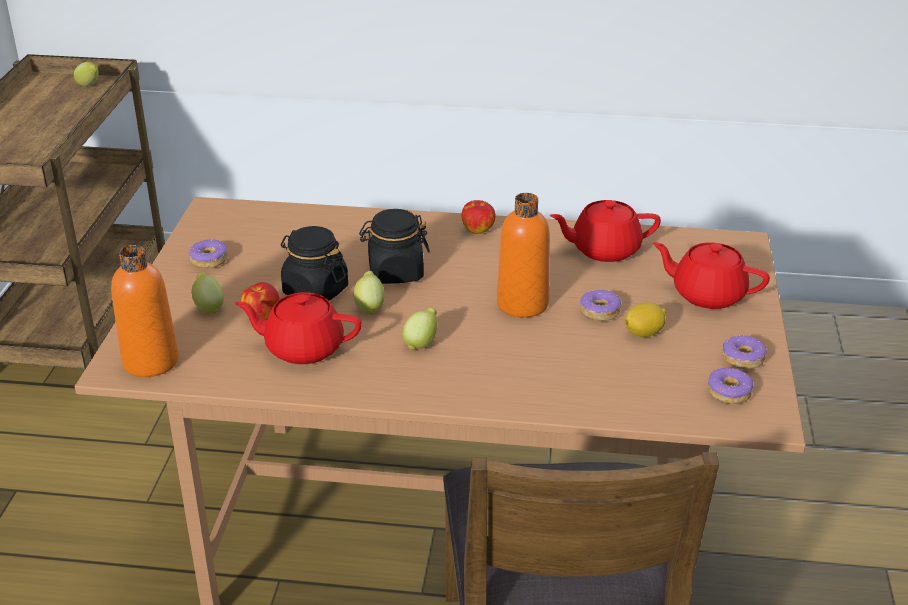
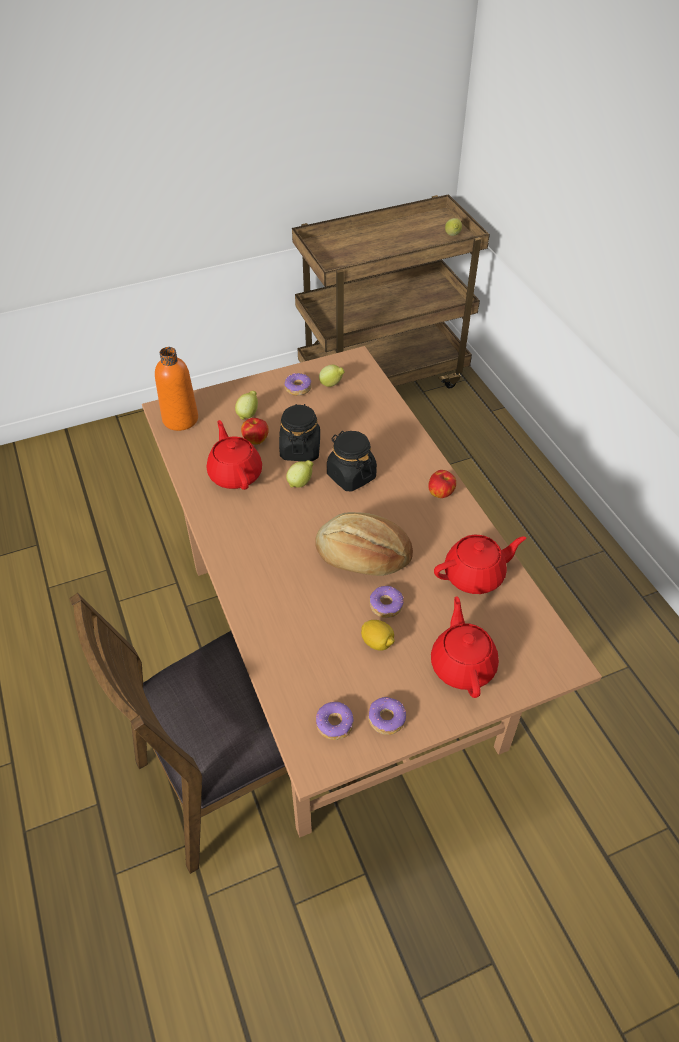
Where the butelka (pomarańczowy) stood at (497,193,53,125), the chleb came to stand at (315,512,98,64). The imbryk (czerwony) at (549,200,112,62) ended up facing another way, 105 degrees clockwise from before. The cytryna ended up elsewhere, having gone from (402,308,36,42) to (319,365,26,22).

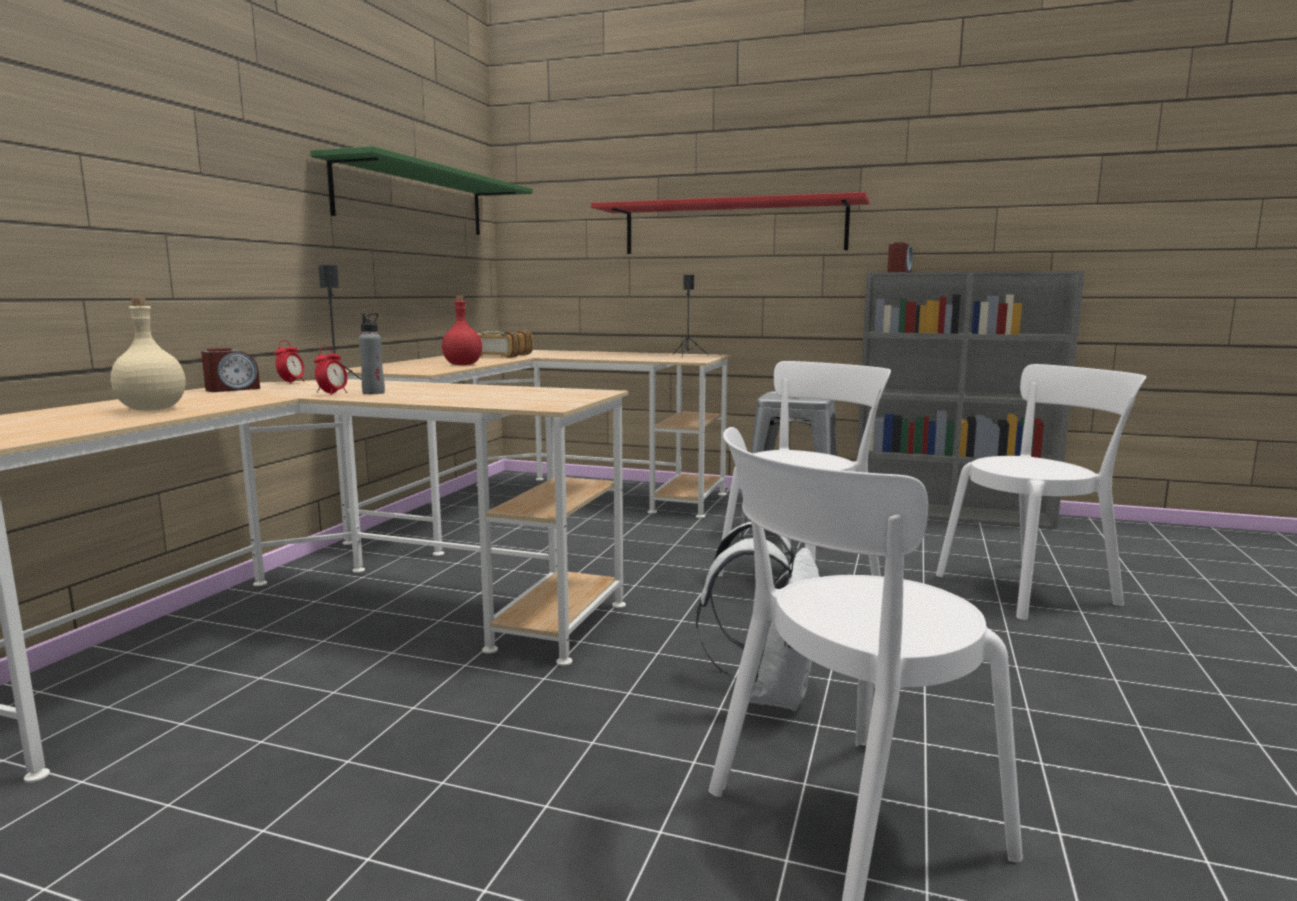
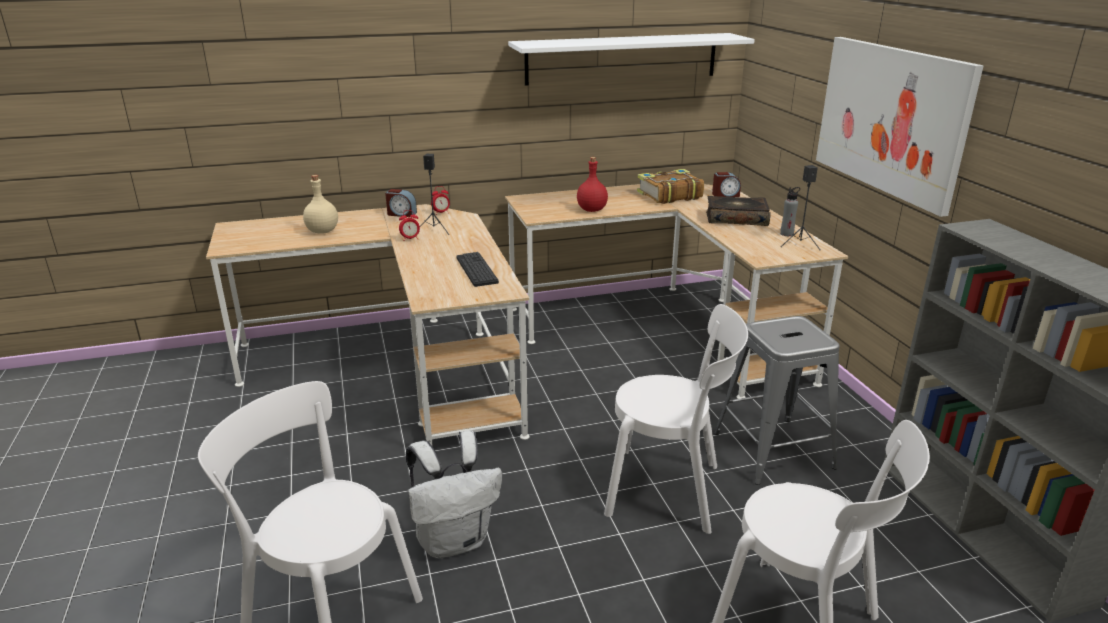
What was the półka (zielony) at (311,146,222,89) turned into the półka (biały) at (508,33,247,53). Where the półka (czerwony) hung at (591,192,279,62), the obraz came to hang at (816,37,168,180). The budzik ended up elsewhere, having gone from (887,242,26,30) to (712,172,29,25). The butelka (szary) ended up elsewhere, having gone from (359,313,26,81) to (780,187,20,49). The second view gained the książka at (706,196,65,30). The second view gained the klawiatura at (456,252,43,35).

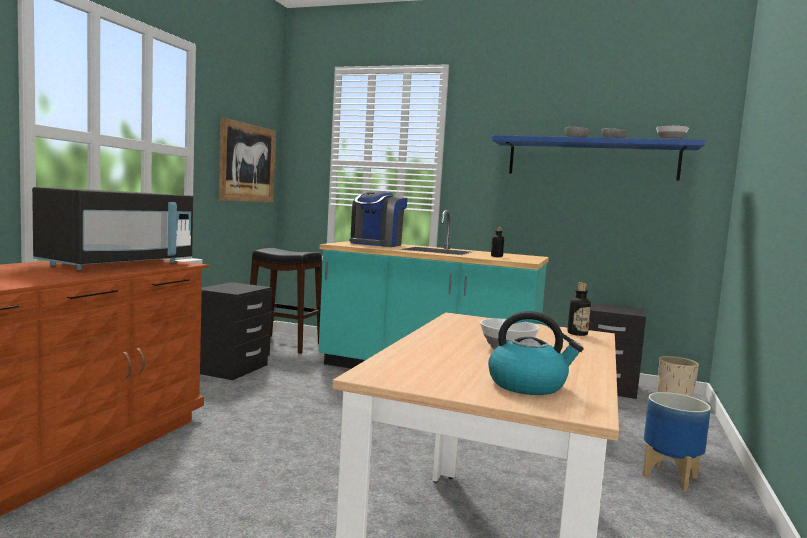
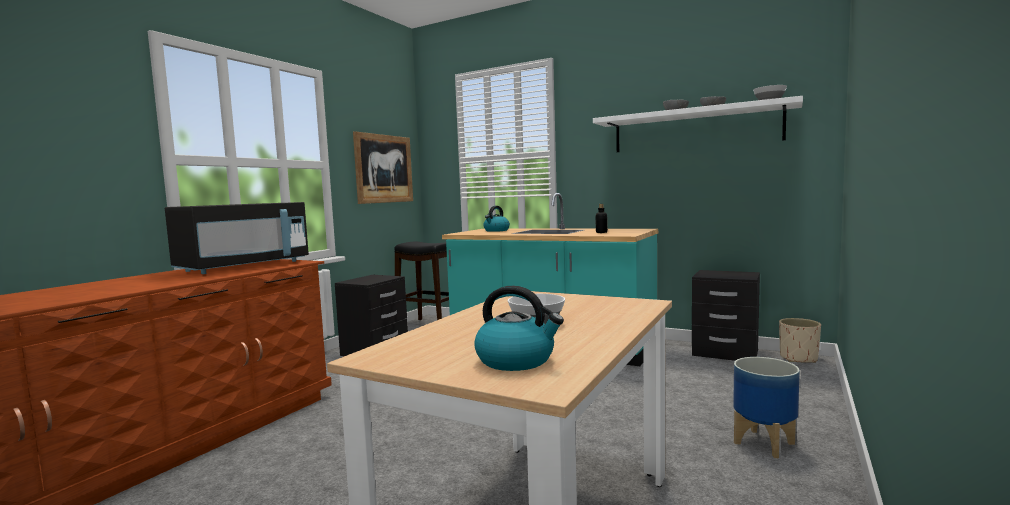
What was the półka (niebieski) at (492,135,213,46) turned into the półka (biały) at (593,96,210,56). Where the ekspres do kawy stood at (349,191,59,56), the czajnik came to stand at (483,206,27,26). The second view lost the butelka at (567,282,24,54).

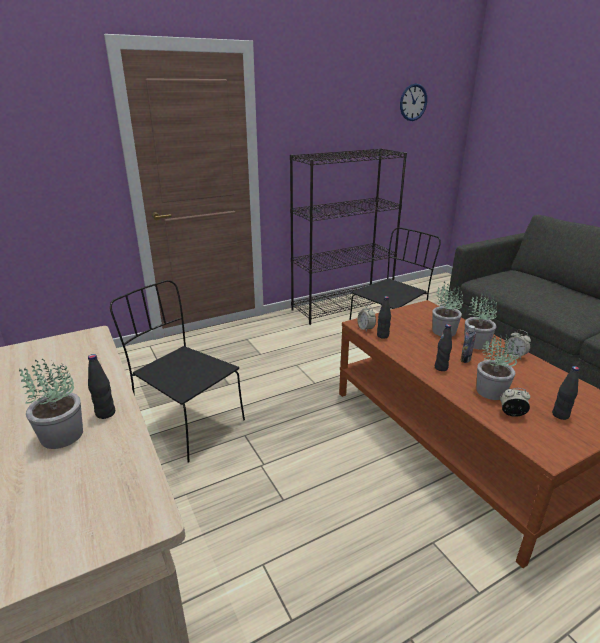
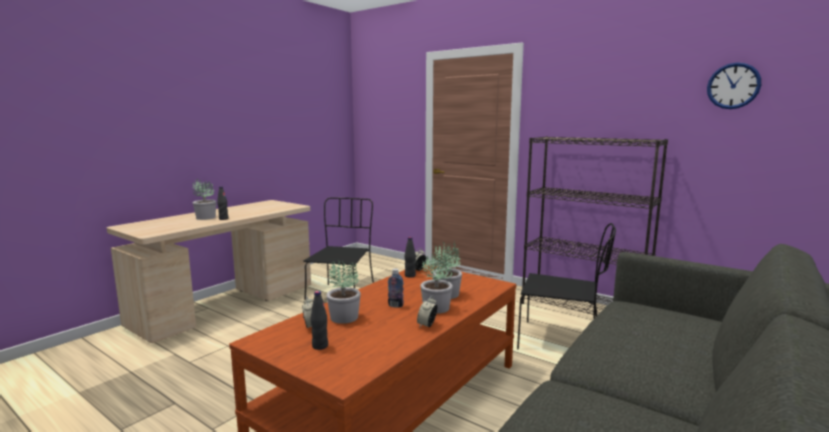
The second view lost the butelka (czarny) at (435,324,17,47).

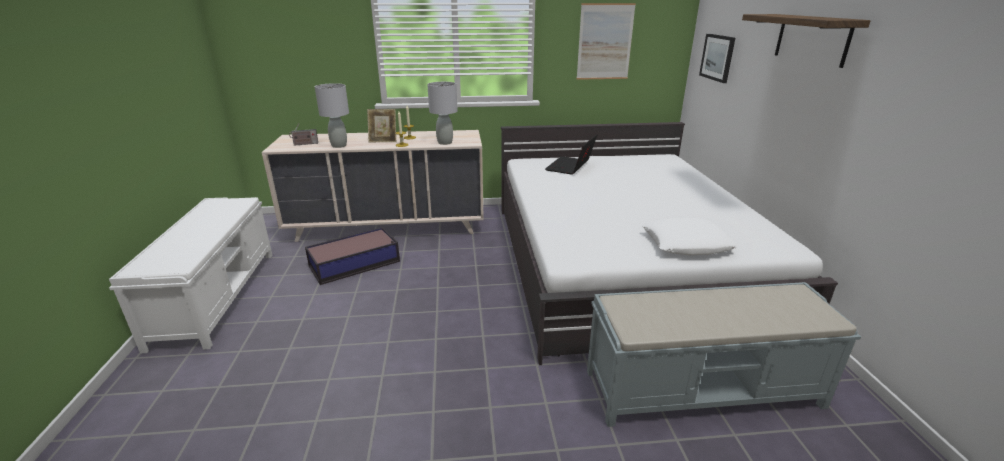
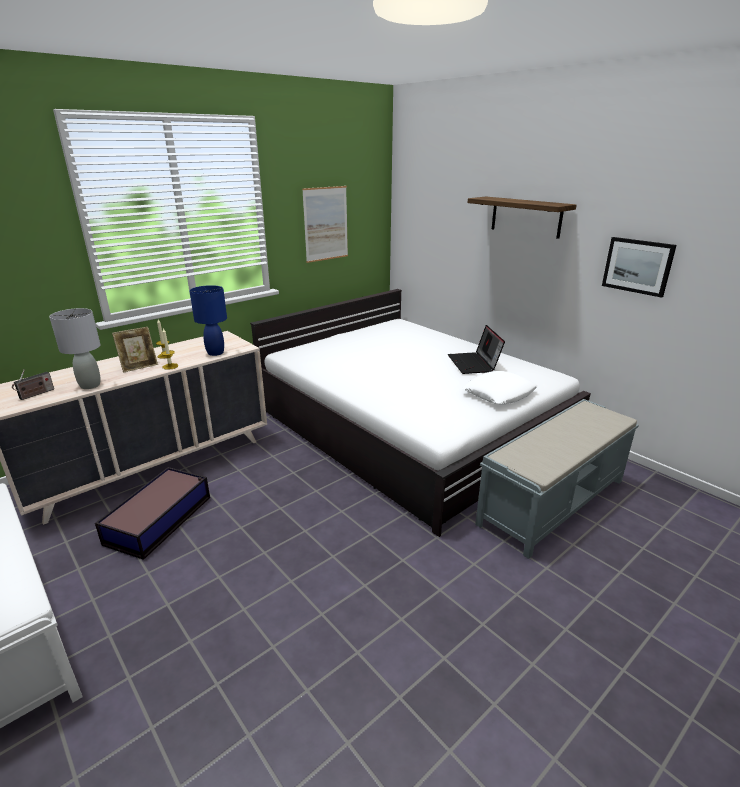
The obraz ended up elsewhere, having gone from (699,34,36,49) to (602,237,75,61). What was the lampa stołowa (szary) at (427,82,31,63) turned into the lampa stołowa (niebieski) at (190,285,37,71). The laptop ended up elsewhere, having gone from (545,134,53,41) to (448,325,57,49).

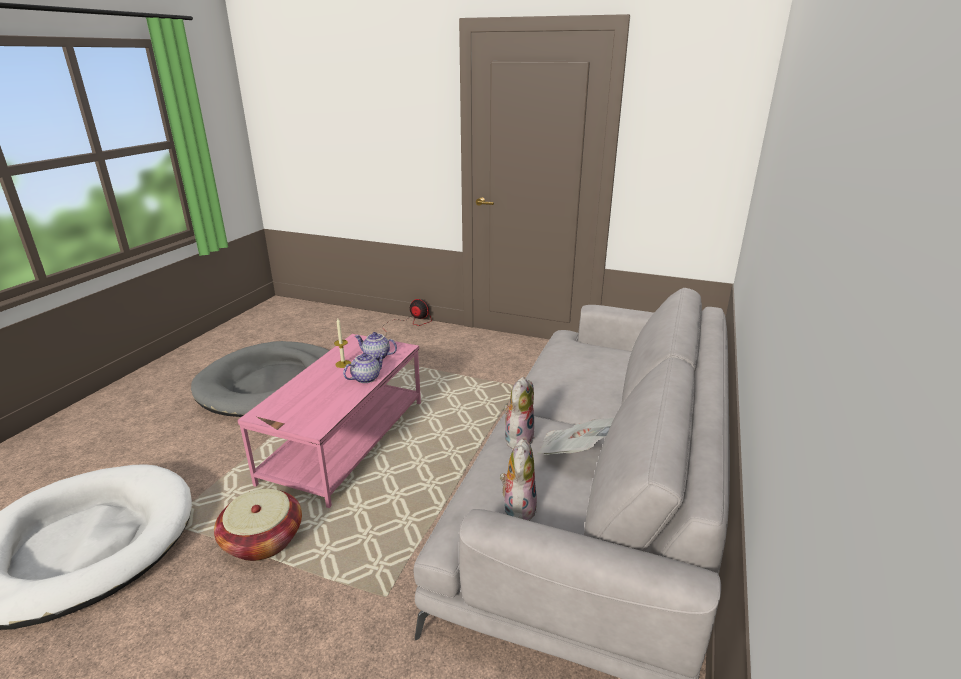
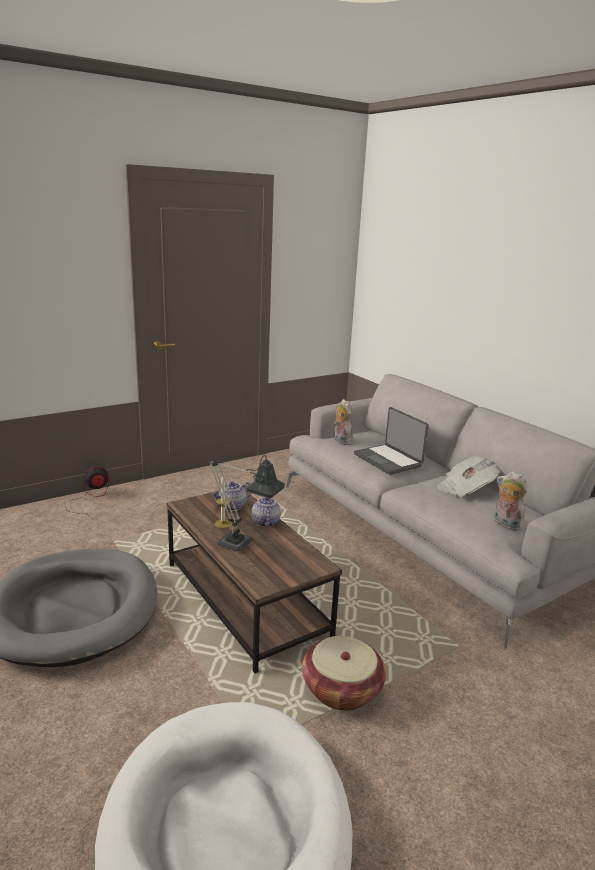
What was the ława (różowy) at (237,334,184,174) turned into the ława (brązowy) at (166,491,176,182). The pluszak ended up elsewhere, having gone from (504,377,31,72) to (334,399,19,46). The second view gained the laptop at (354,407,75,68). The second view gained the lampa stołowa at (208,455,77,97).

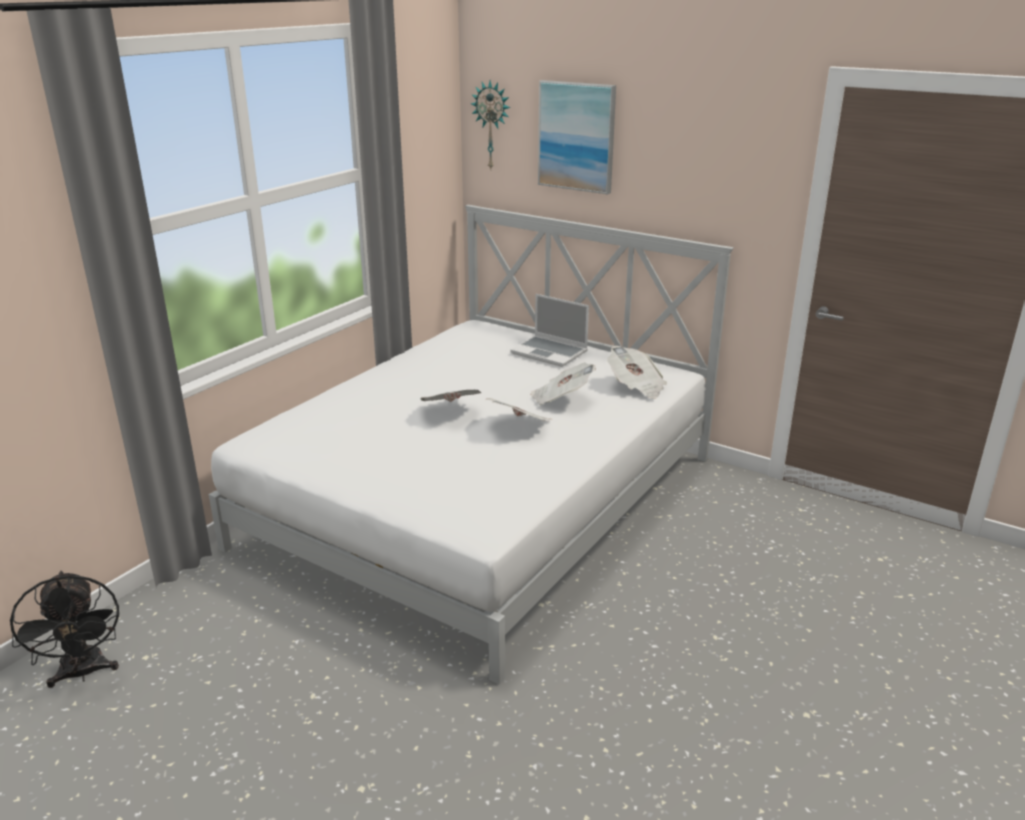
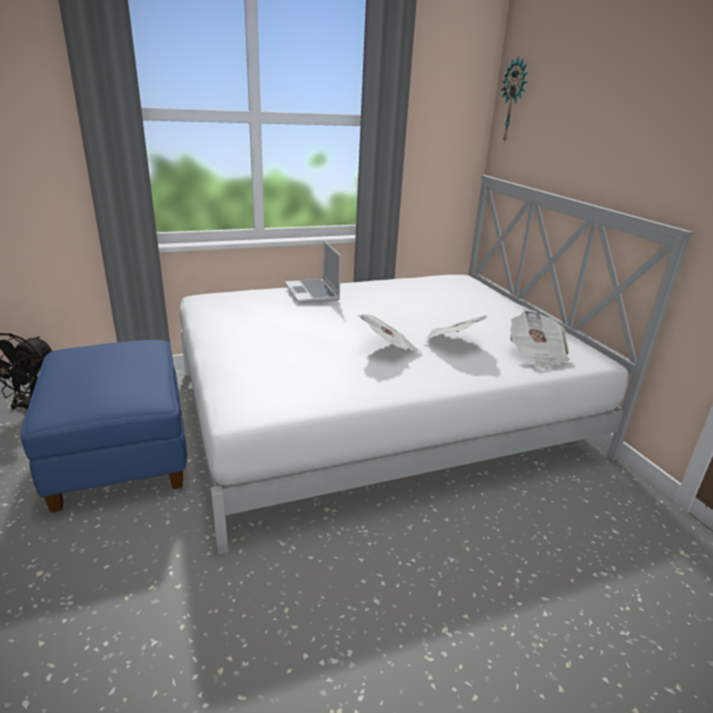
The second view lost the obraz at (538,80,78,114). The laptop ended up elsewhere, having gone from (510,294,79,73) to (285,240,56,63). The second view lost the gazeta at (421,390,60,12). The second view gained the pufa (niebieski) at (20,340,167,173).

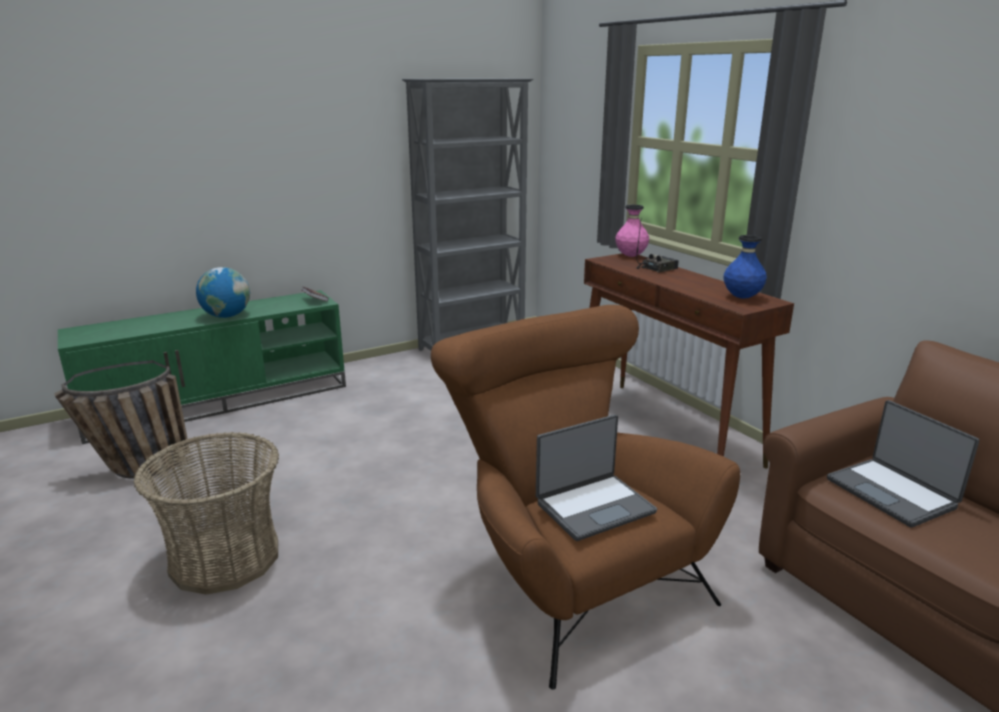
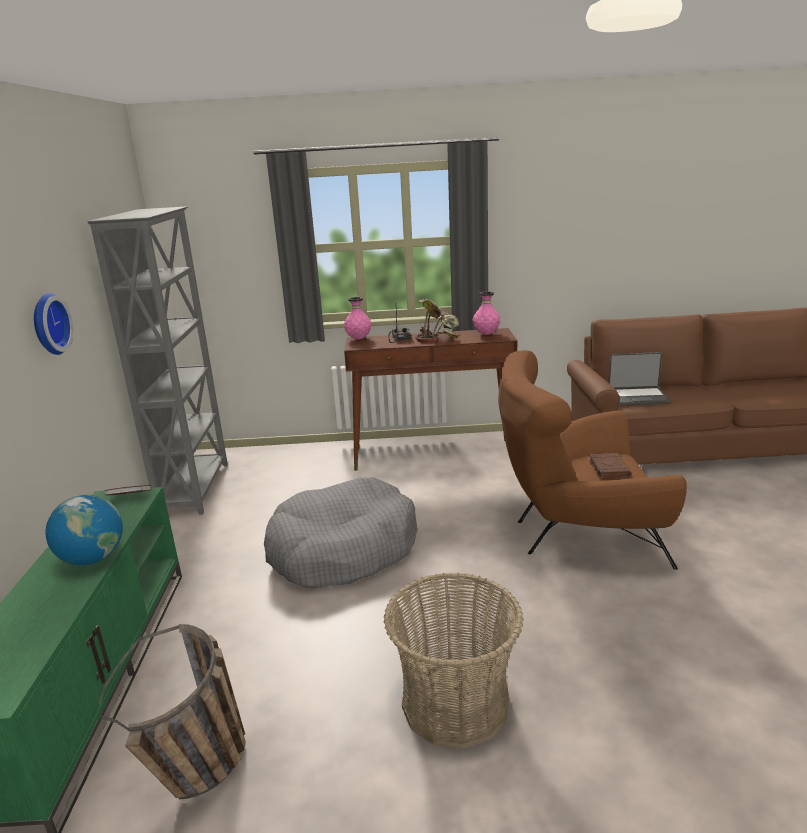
What was the wazon (niebieski) at (724,235,43,64) turned into the wazon (różowy) at (473,291,28,44). Where the laptop stood at (536,415,121,126), the książka (brązowy) came to stand at (589,453,42,26). The second view gained the zegar ścienny at (34,293,39,62). The second view gained the roślina doniczkowa at (416,299,43,44). The second view gained the legowisko (szary) at (264,478,154,110).

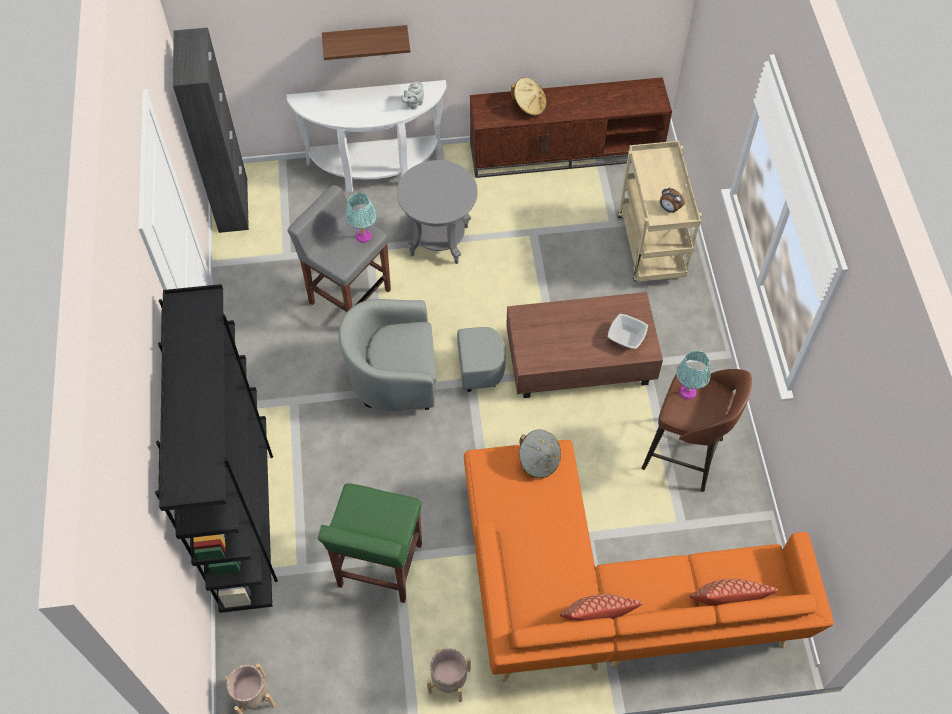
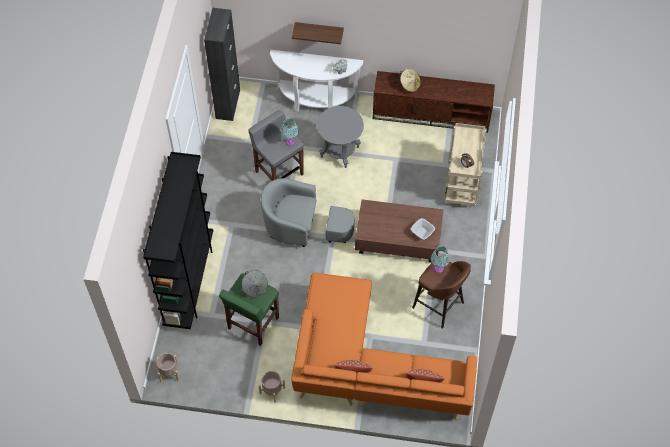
The kapelusz (szary) ended up elsewhere, having gone from (519,429,42,49) to (242,270,26,28).

